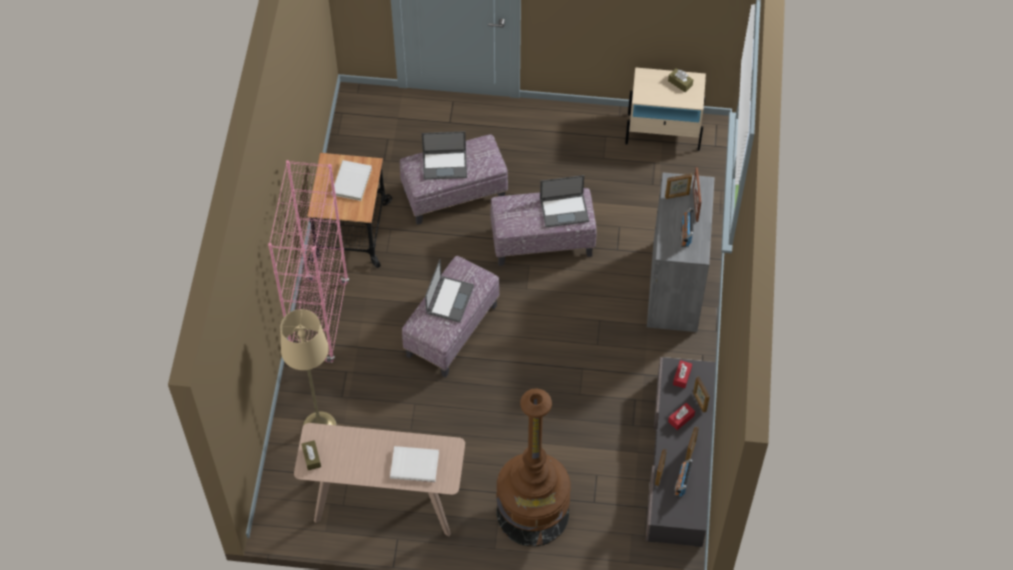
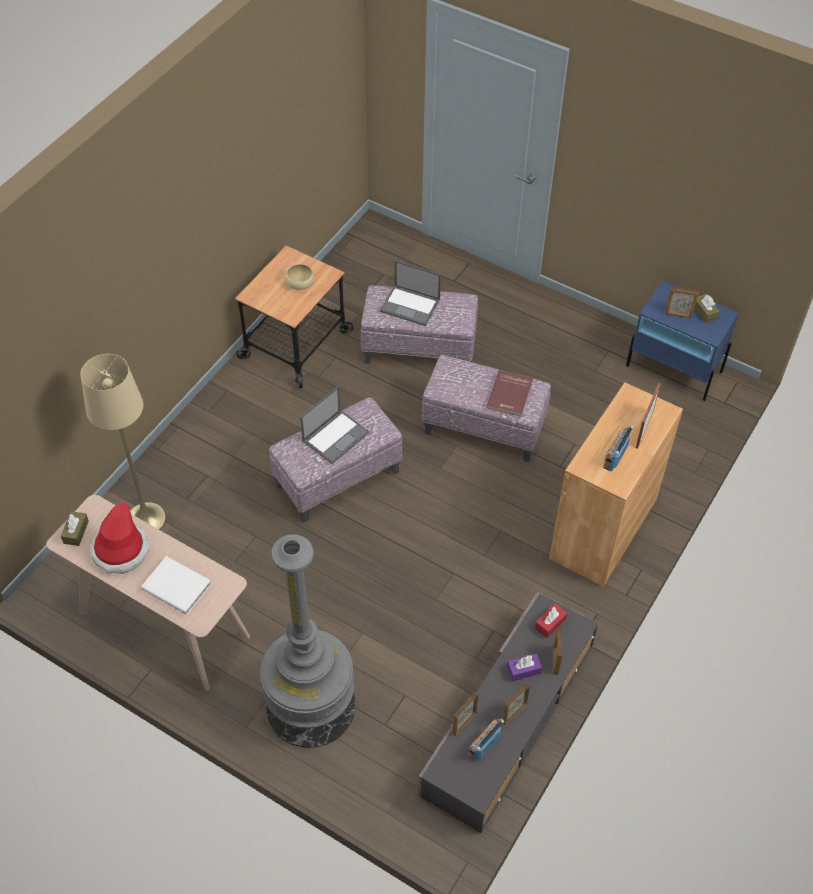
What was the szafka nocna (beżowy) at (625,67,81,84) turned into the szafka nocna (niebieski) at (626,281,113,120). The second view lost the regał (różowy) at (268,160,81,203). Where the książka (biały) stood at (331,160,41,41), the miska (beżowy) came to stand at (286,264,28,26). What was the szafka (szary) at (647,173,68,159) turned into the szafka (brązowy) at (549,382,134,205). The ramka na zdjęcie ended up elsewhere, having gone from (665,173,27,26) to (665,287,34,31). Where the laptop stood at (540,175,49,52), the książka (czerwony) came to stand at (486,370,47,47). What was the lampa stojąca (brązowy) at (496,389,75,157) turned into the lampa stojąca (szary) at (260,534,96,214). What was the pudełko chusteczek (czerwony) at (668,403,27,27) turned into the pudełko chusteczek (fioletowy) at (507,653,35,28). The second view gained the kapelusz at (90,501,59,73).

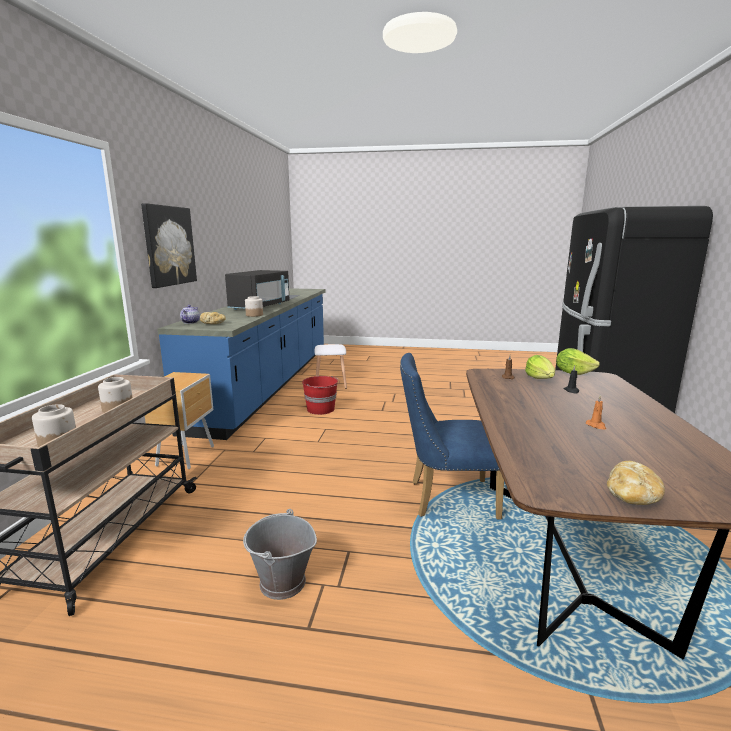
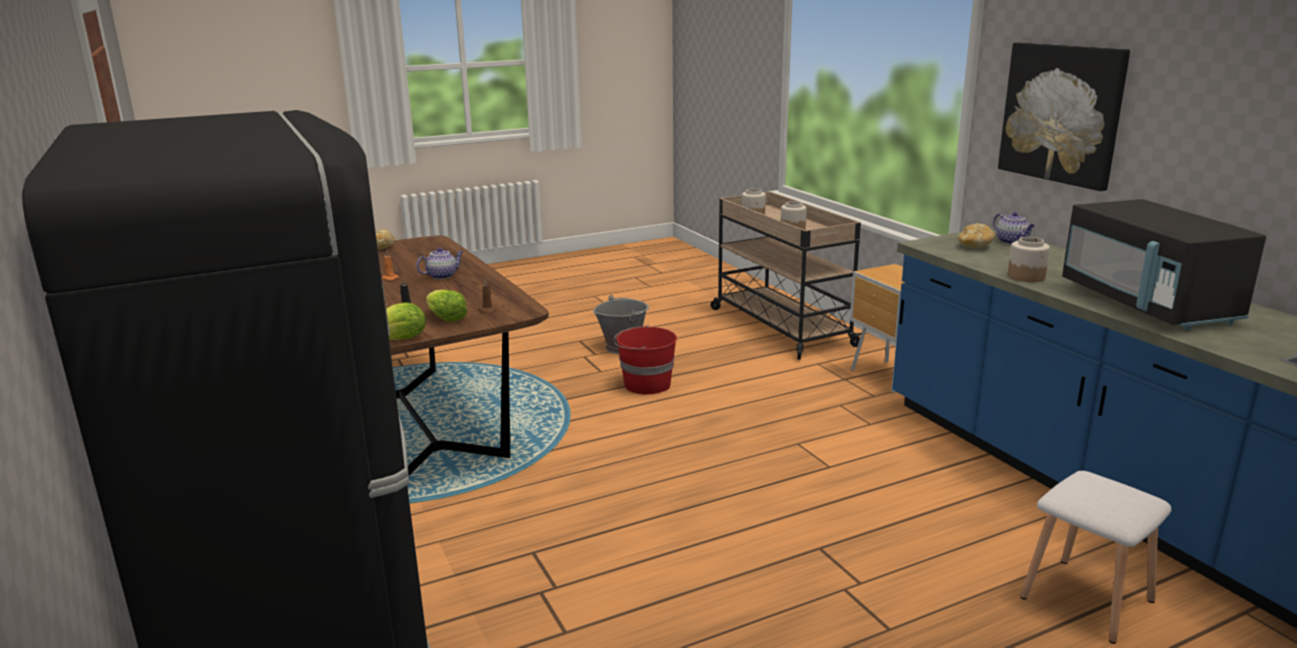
The second view lost the krzesło (niebieski) at (400,353,104,166). The wiadro (czerwony) ended up elsewhere, having gone from (302,376,38,39) to (614,325,63,70). The second view gained the imbryk at (416,247,47,32).

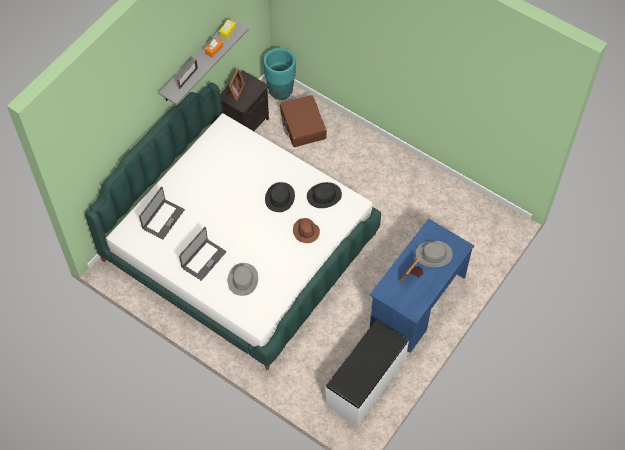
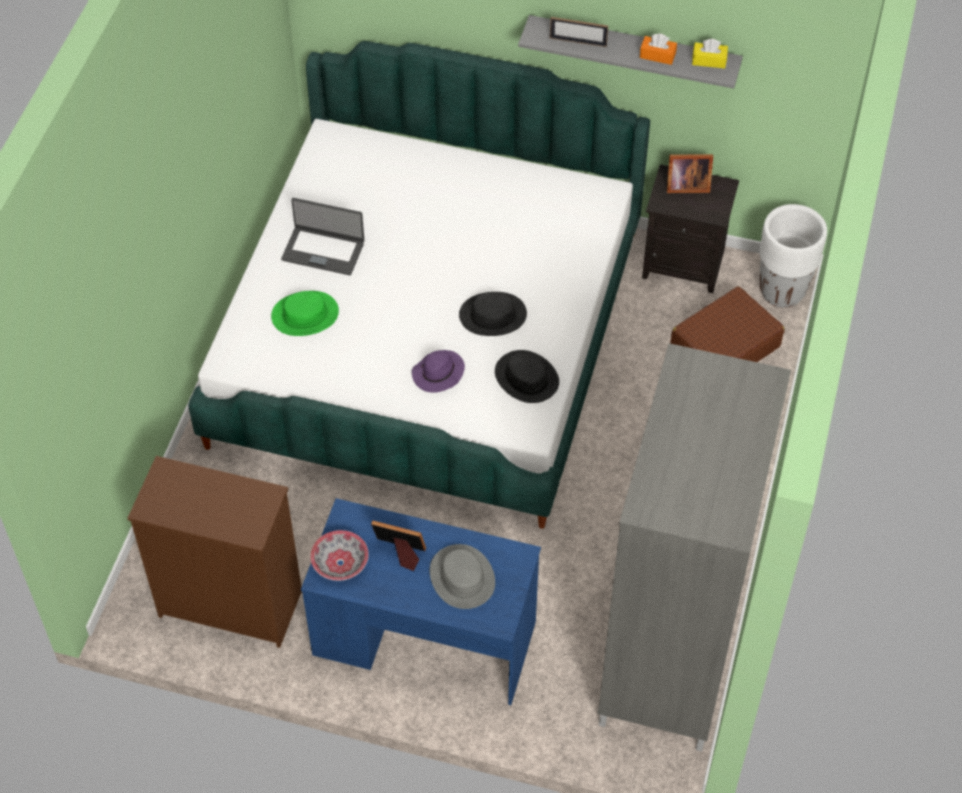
What was the donica (turkusowy) at (264,48,32,52) turned into the donica (biały) at (760,204,67,104). The second view lost the laptop at (139,187,46,52). What was the kapelusz (brązowy) at (293,218,27,25) turned into the kapelusz (fioletowy) at (412,350,53,43). What was the kapelusz (szary) at (228,263,30,33) turned into the kapelusz (zielony) at (271,291,68,45). Where the ławka (biały) stood at (325,320,84,106), the komoda (brązowy) came to stand at (128,456,174,192). The second view gained the szafa (szary) at (597,343,194,409). The second view gained the miska at (310,530,59,51).

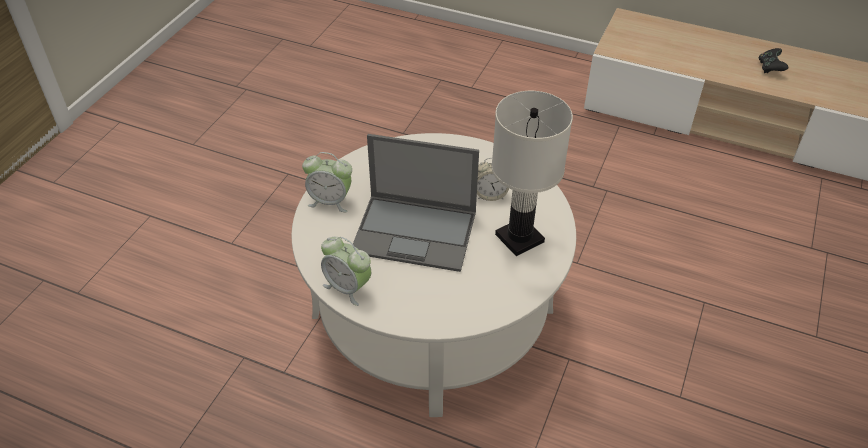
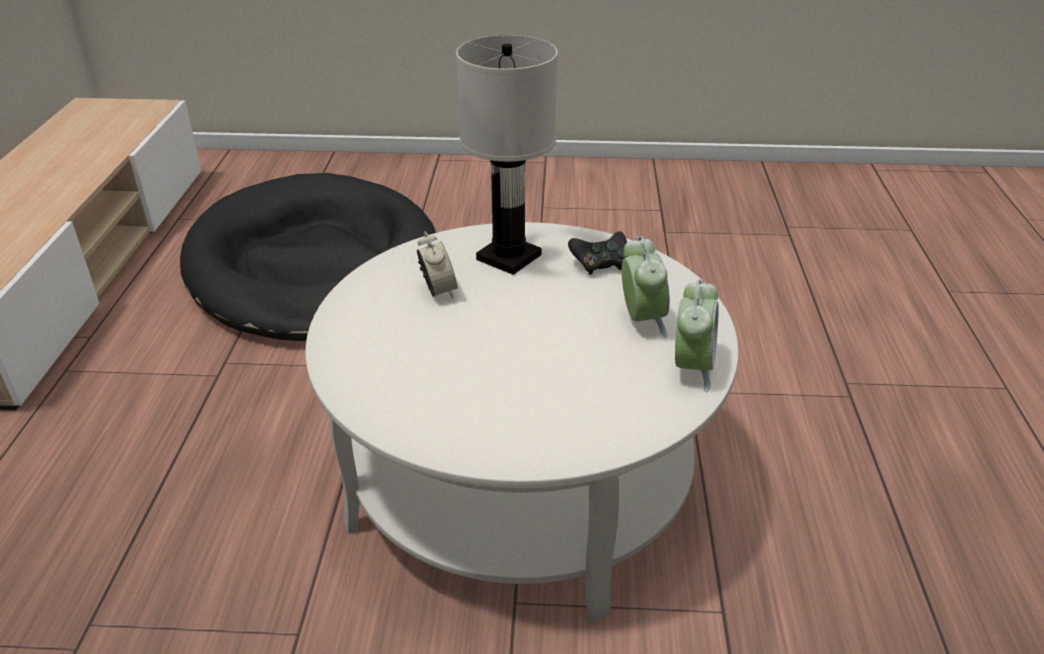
The pad do gier (czarny) ended up elsewhere, having gone from (759,48,30,25) to (568,231,61,44). The second view lost the laptop at (353,134,126,138). The budzik ended up elsewhere, having gone from (302,152,50,60) to (622,236,48,101). The second view gained the legowisko (czarny) at (180,173,256,168).

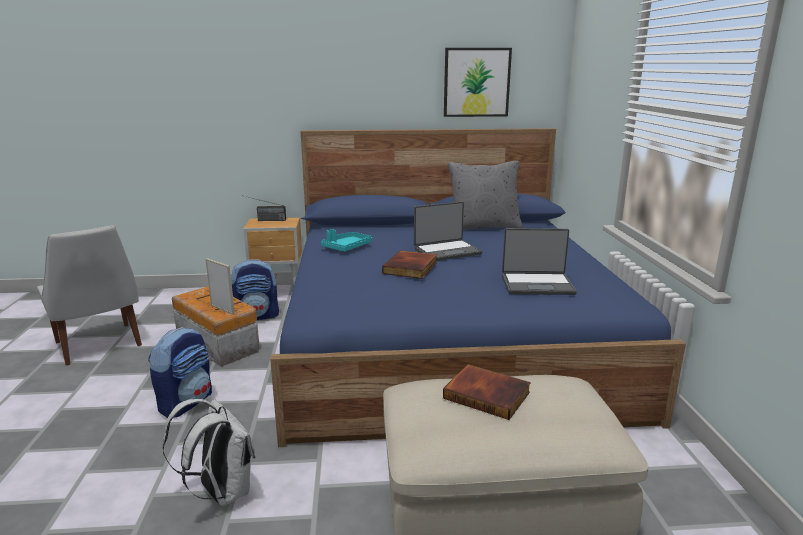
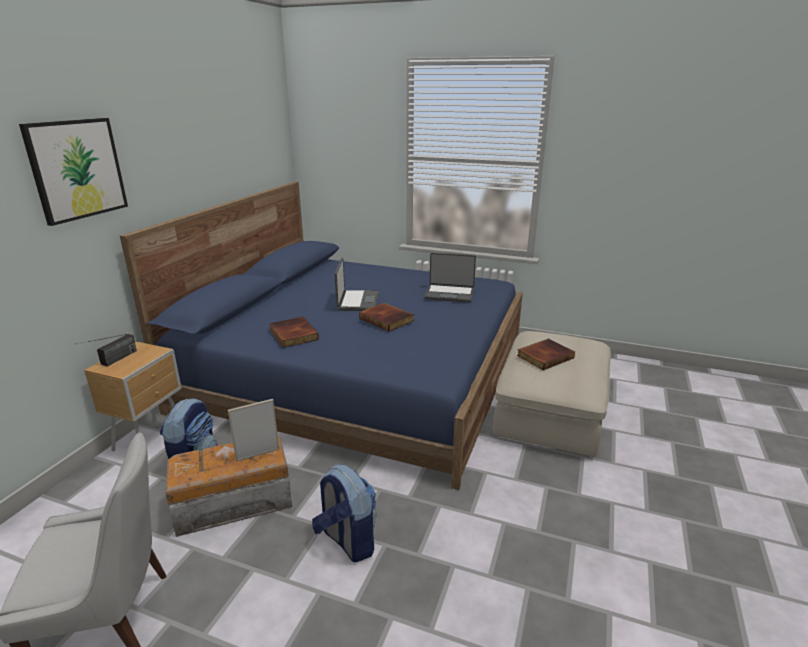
The obraz ended up elsewhere, having gone from (444,48,68,69) to (19,118,109,108). The second view lost the poduszka (szary) at (448,161,75,69). The laptop at (502,228,75,67) ended up facing another way, 75 degrees clockwise from before. Where the taca (turkusowy) stood at (321,229,51,22), the książka came to stand at (269,316,50,32). The second view lost the plecak (biały) at (163,399,93,107).

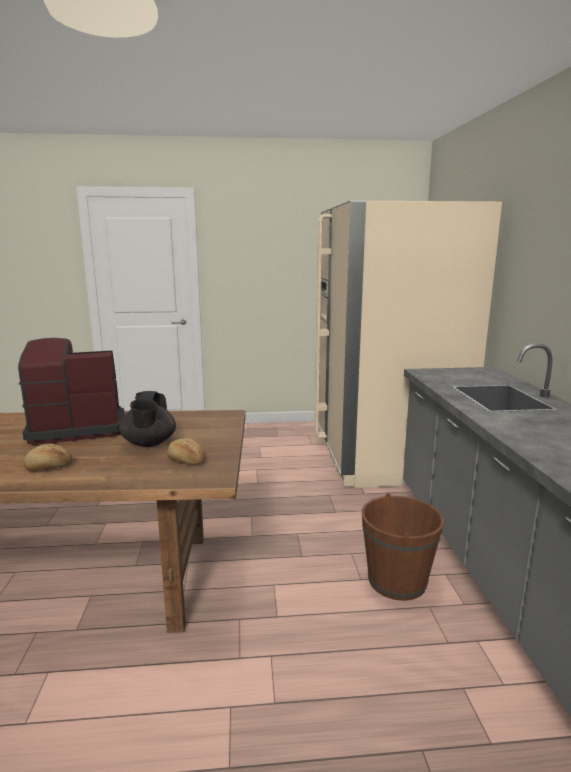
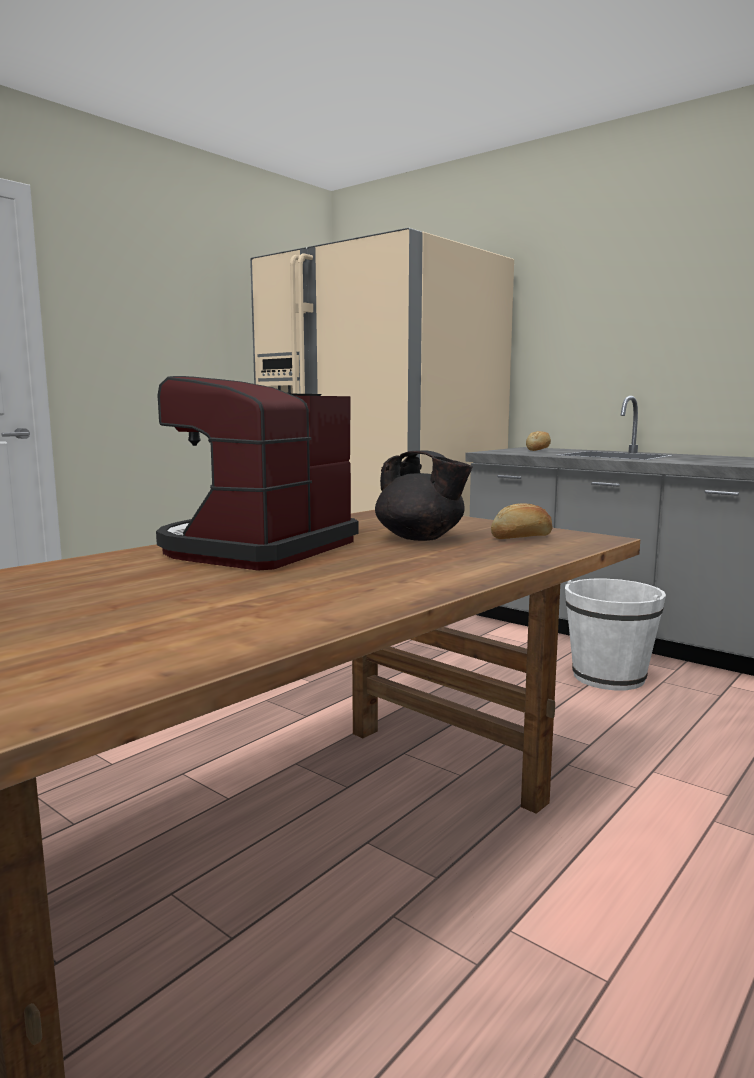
The chleb ended up elsewhere, having gone from (24,444,48,27) to (526,431,25,20). What was the wiadro (brązowy) at (362,493,82,108) turned into the wiadro (biały) at (565,579,101,111).

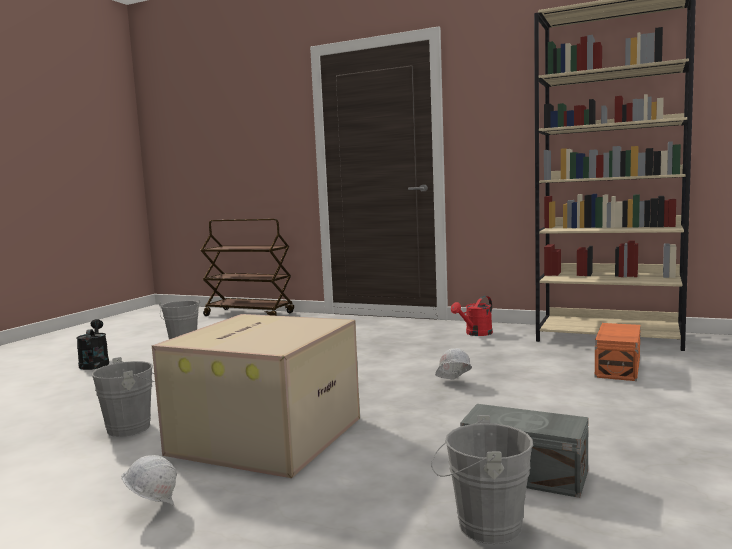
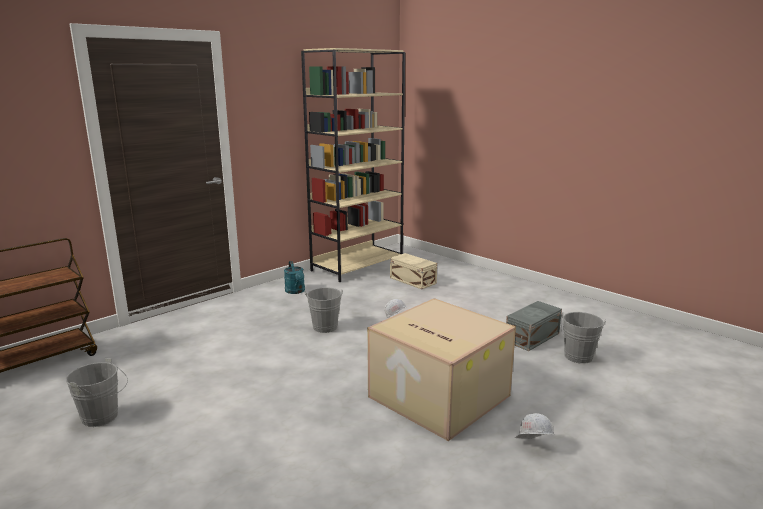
What was the konewka (czerwony) at (451,296,42,40) turned into the konewka (turkusowy) at (284,261,21,33). The second view lost the konewka (czarny) at (76,319,33,51). What was the pojemnik do przechowywania (pomarańczowy) at (595,323,46,58) turned into the pojemnik do przechowywania (beżowy) at (390,253,47,36). The wiadro (szary) ended up elsewhere, having gone from (92,357,63,80) to (305,287,38,46).

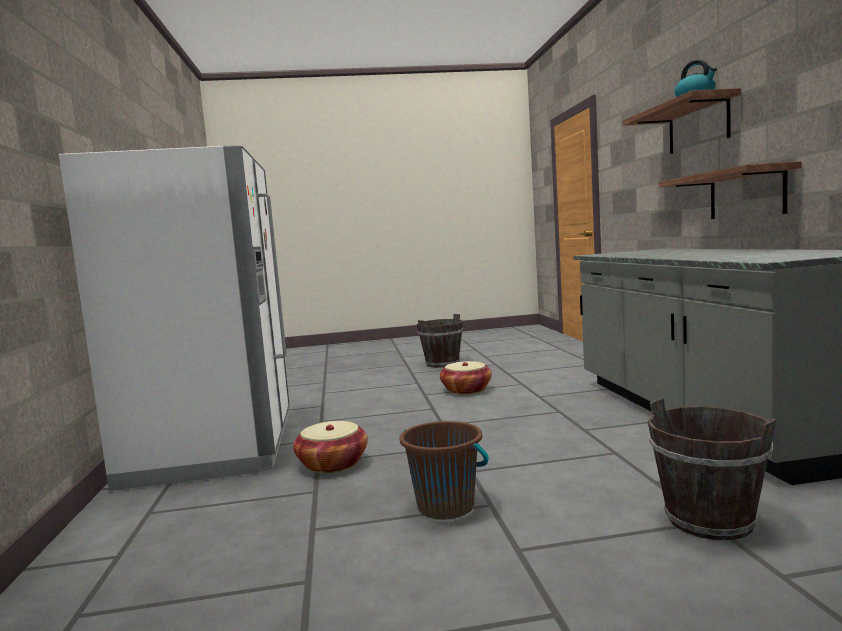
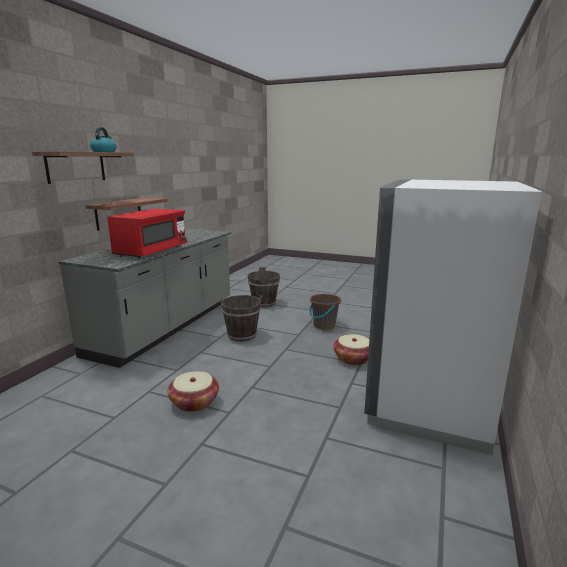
The wiadro (brązowy) ended up elsewhere, having gone from (417,314,46,54) to (220,295,42,46). The second view gained the mikrofalówka (czerwony) at (107,208,80,51).

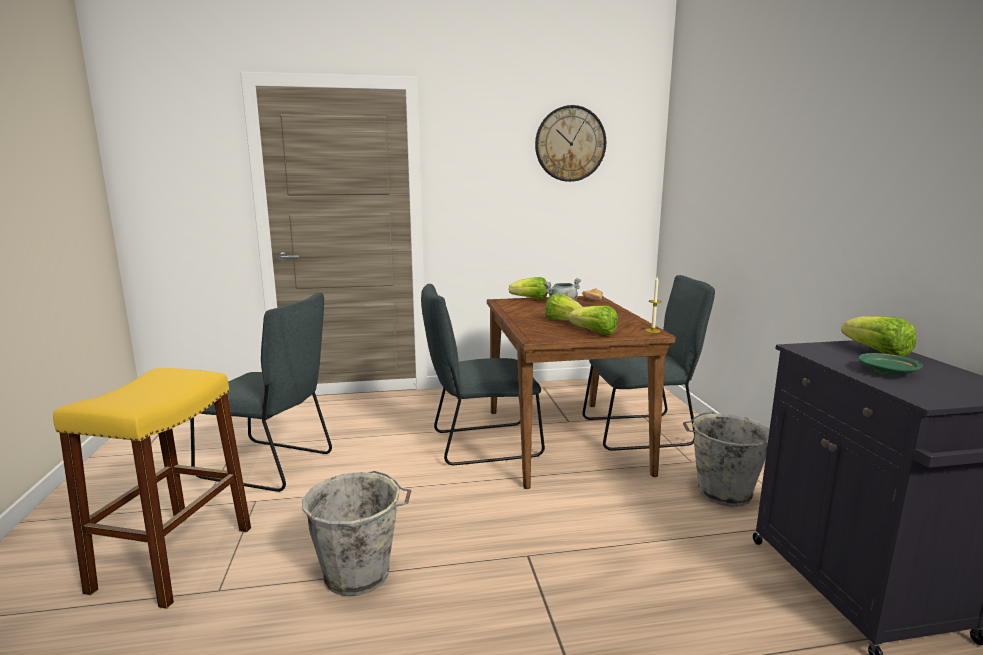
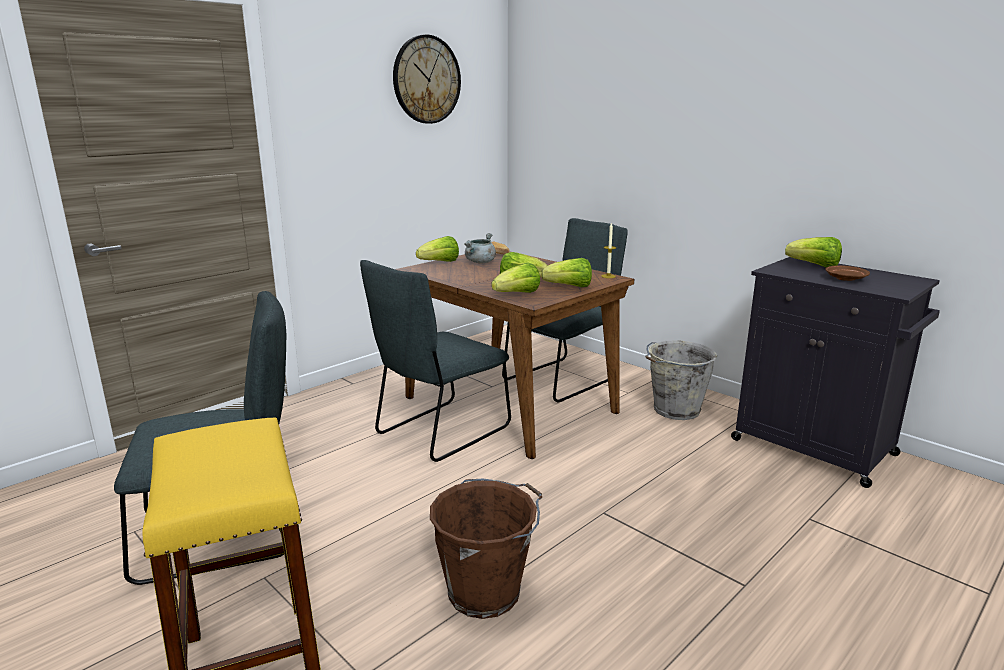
What was the talerz (zielony) at (859,353,64,22) turned into the talerz (brązowy) at (826,266,44,15). What was the wiadro (szary) at (302,471,109,125) turned into the wiadro (brązowy) at (430,478,112,141). The second view gained the sałata at (491,262,49,31).

